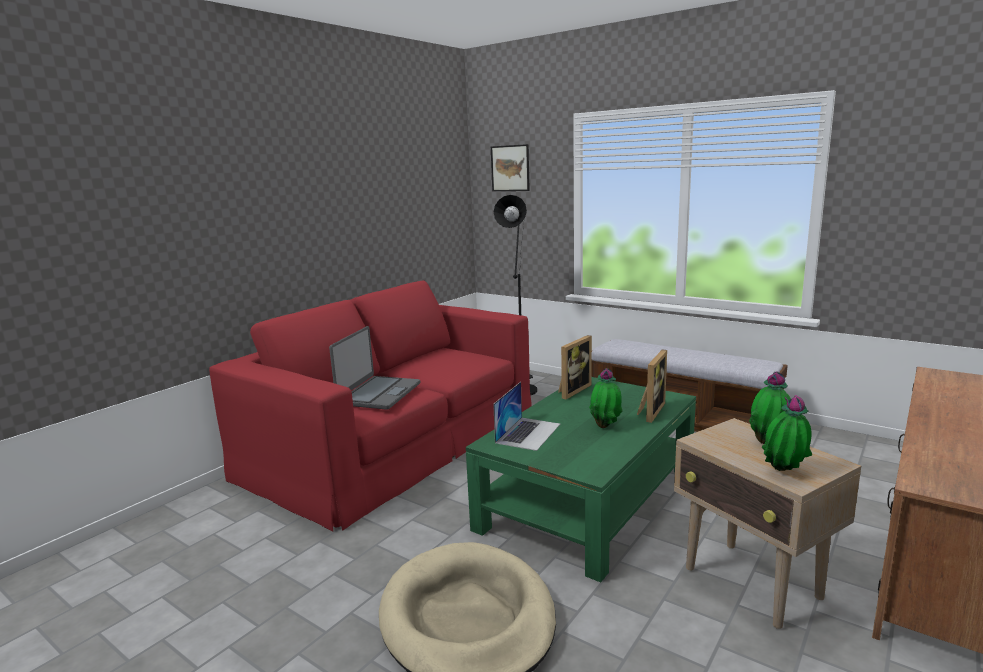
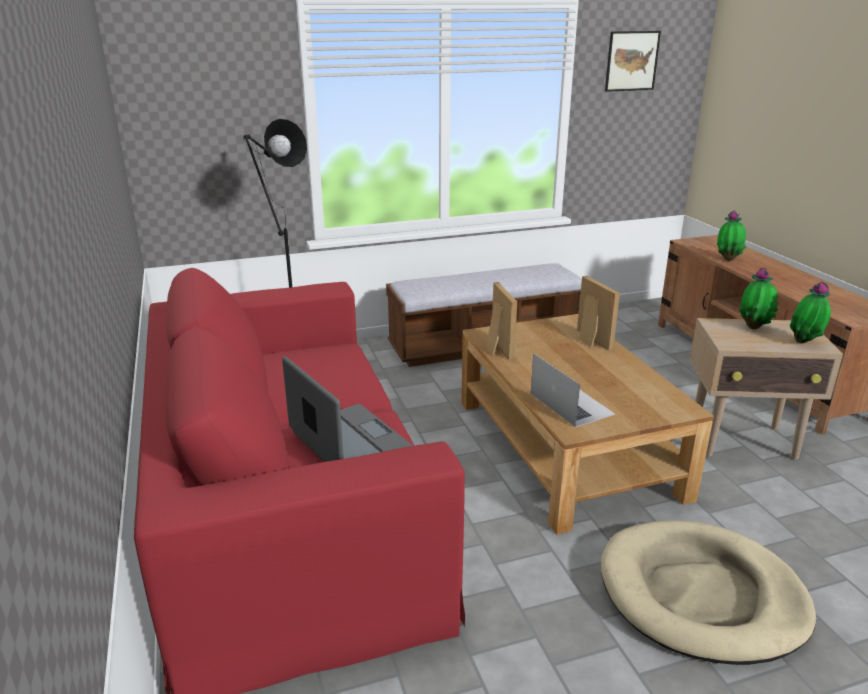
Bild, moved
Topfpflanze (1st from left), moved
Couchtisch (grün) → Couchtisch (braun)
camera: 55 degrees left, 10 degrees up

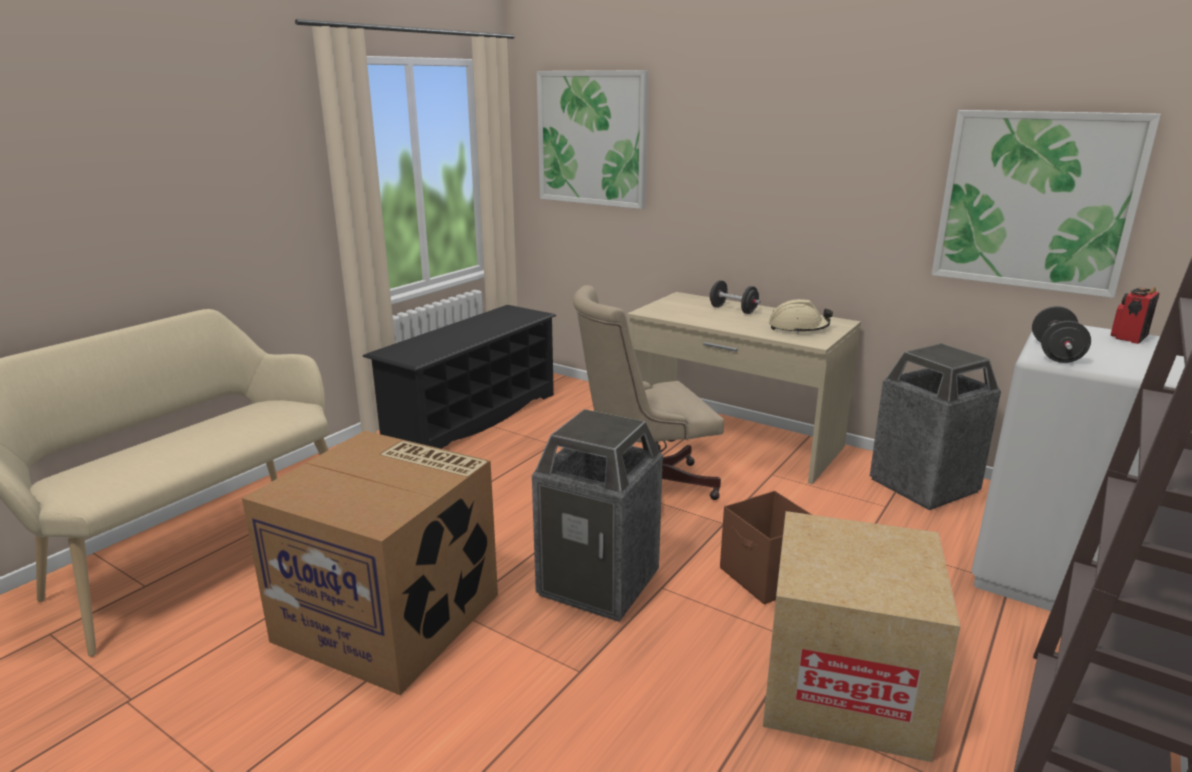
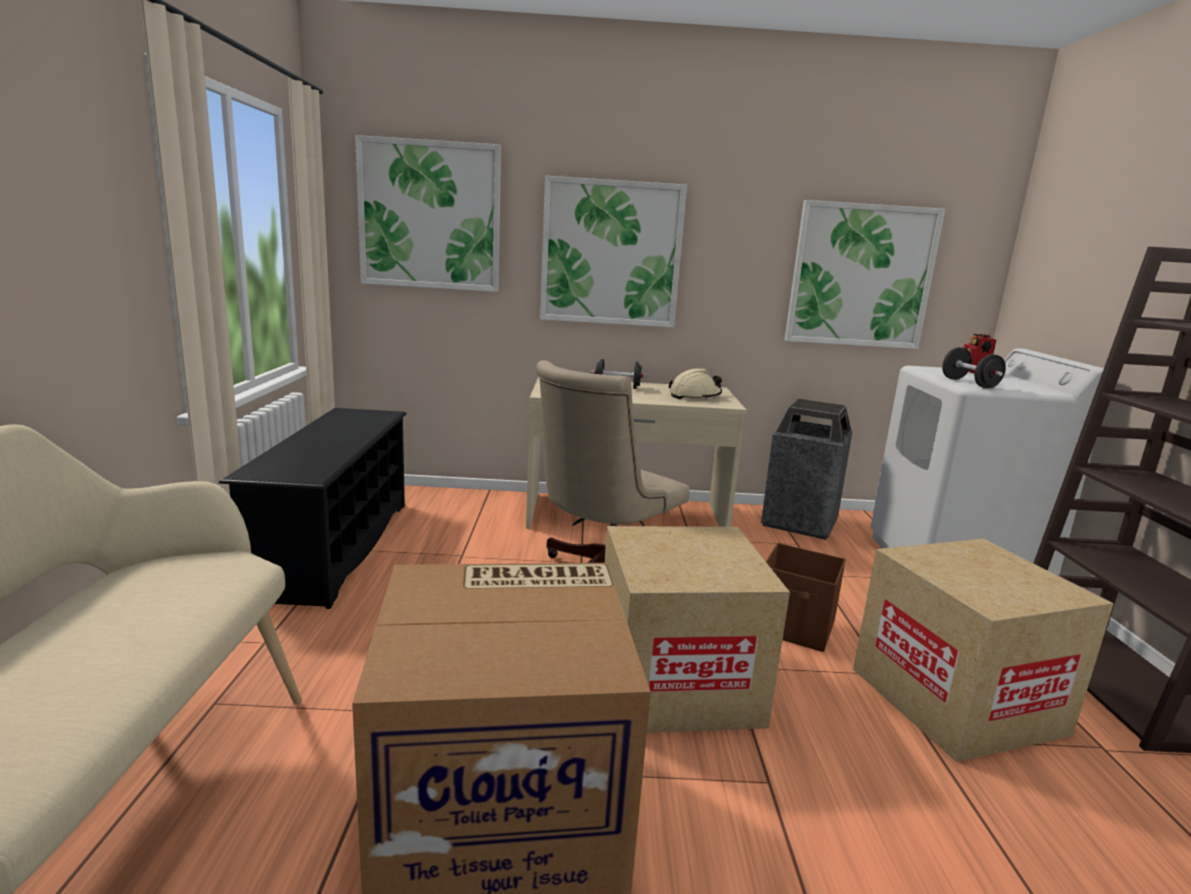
Mülleimer (1st from left) → Karton (2nd from left)
- → Bild (2nd from left)
camera: 35 degrees left, 5 degrees down

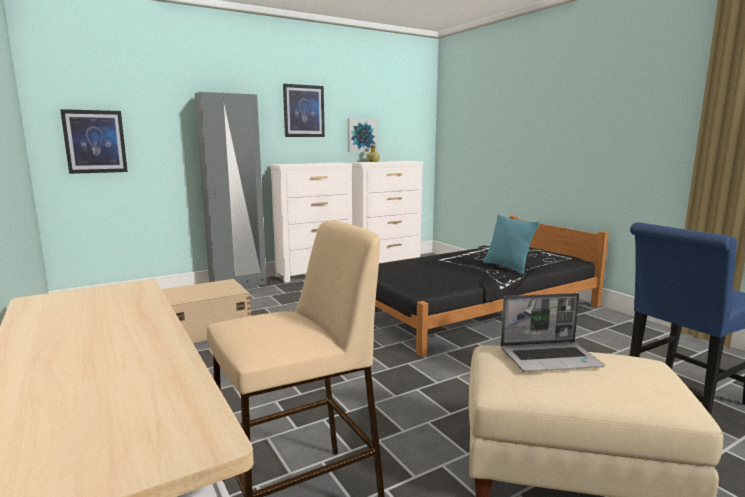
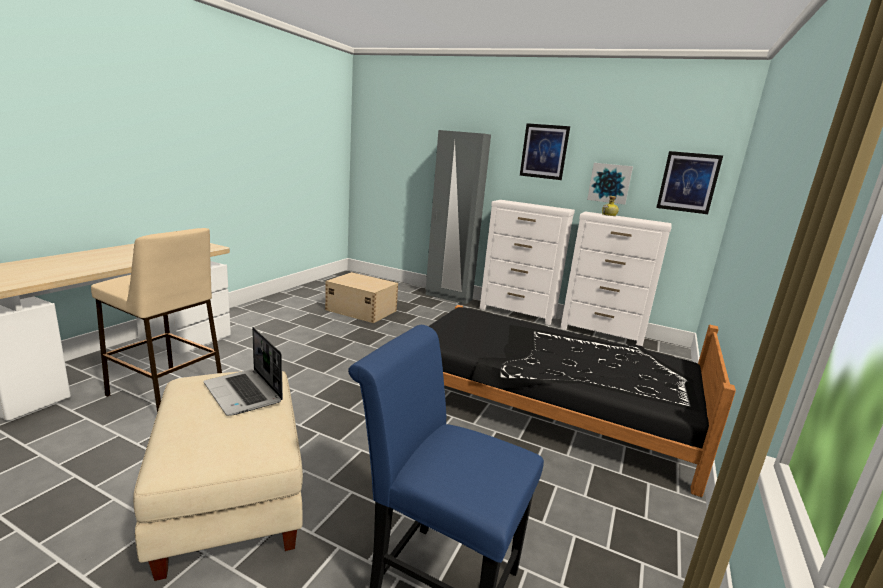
Bild (1st from left in the first image) → Bild (3rd from left), moved
Kissen (türkis) → -
camera: 55 degrees right, 5 degrees up

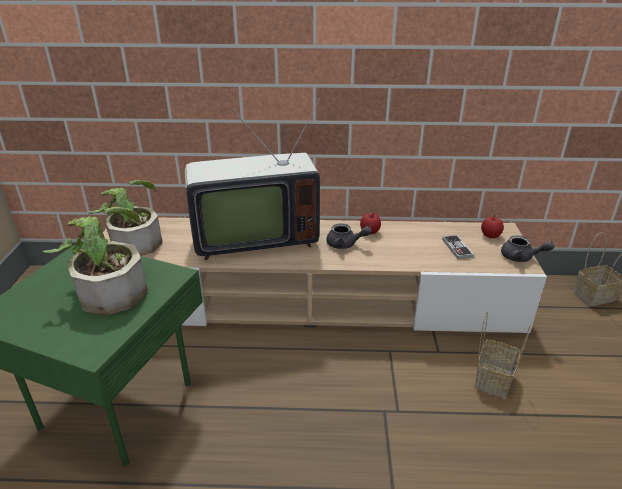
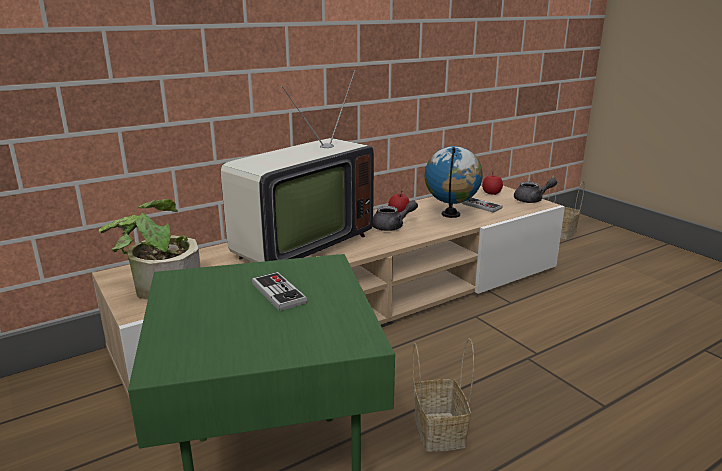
Topfpflanze (1st from left) → Gamepad (1st from left)
Korb (1st from left), moved
- → Globus
camera: 35 degrees left, 10 degrees down

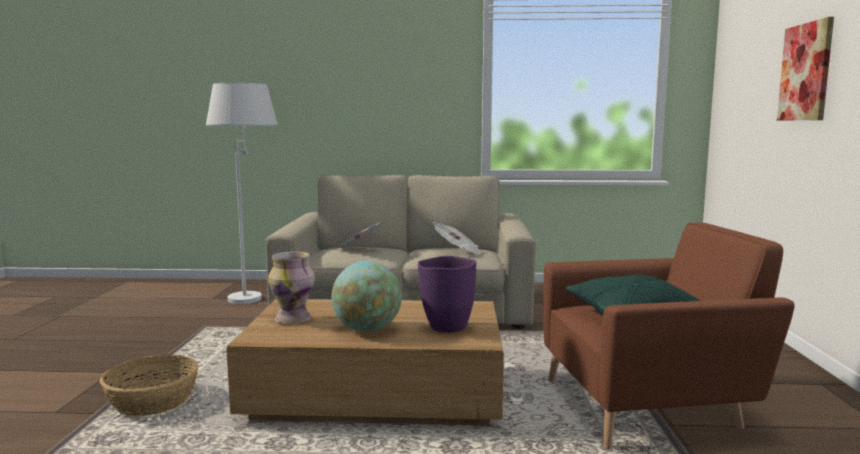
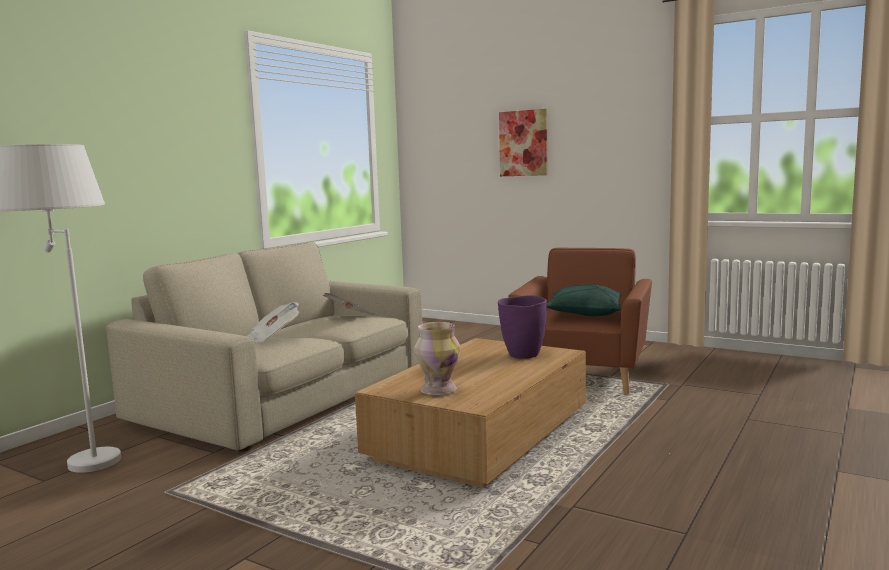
Globus → -
Korb → -
camera: 60 degrees left, 0 degrees up

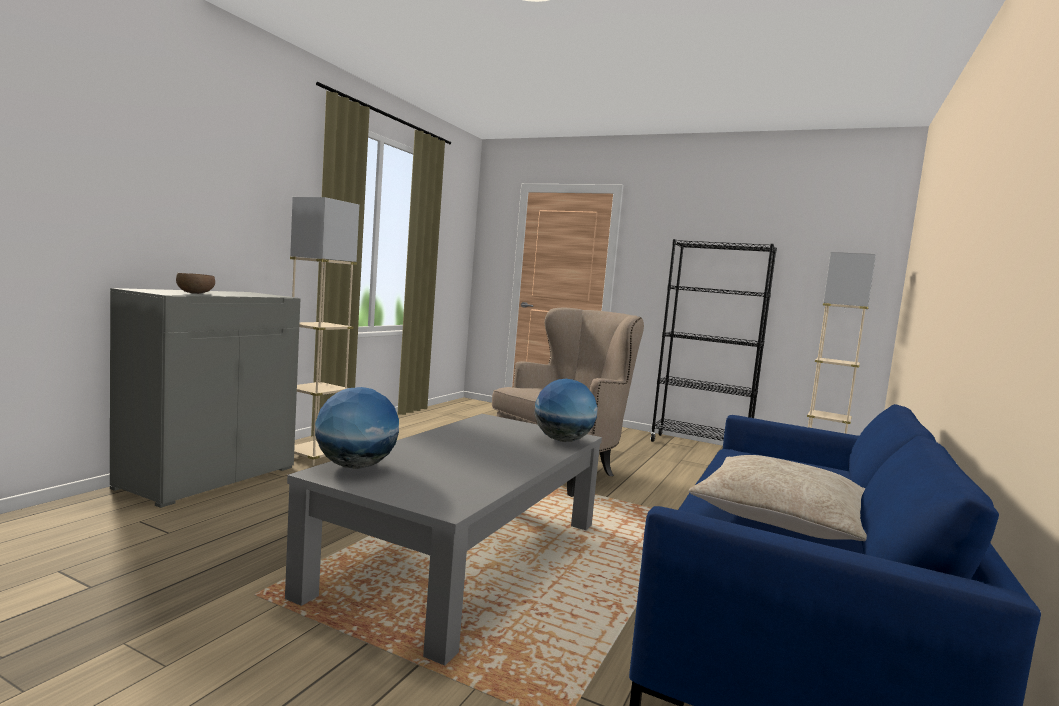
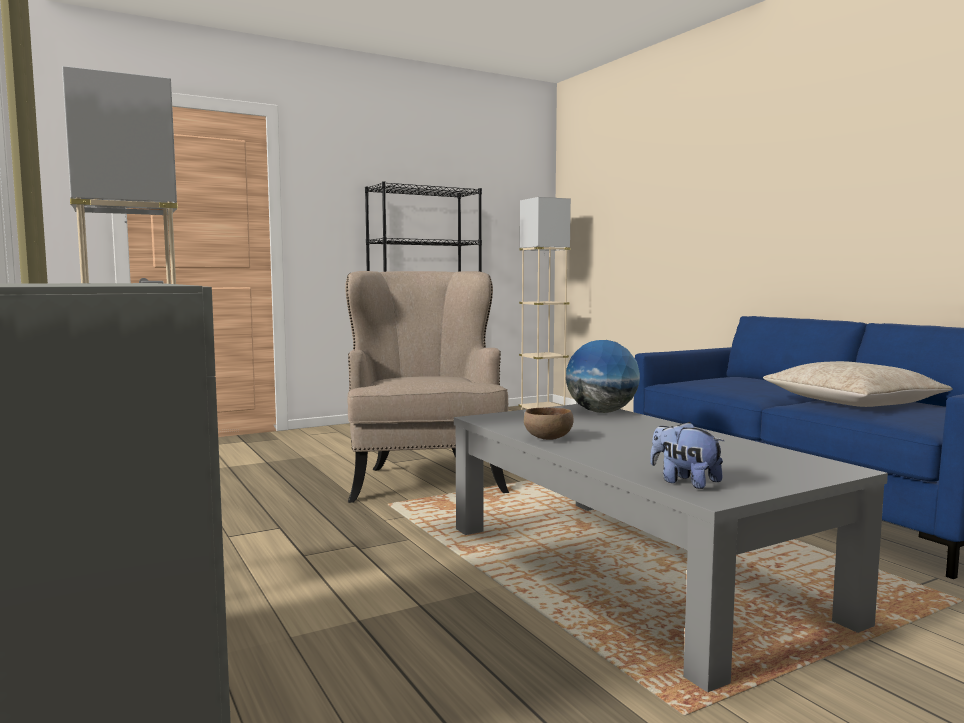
Schüssel (braun), moved
Globus (1st from left) → Plüschtier
camera: 55 degrees left, 0 degrees up

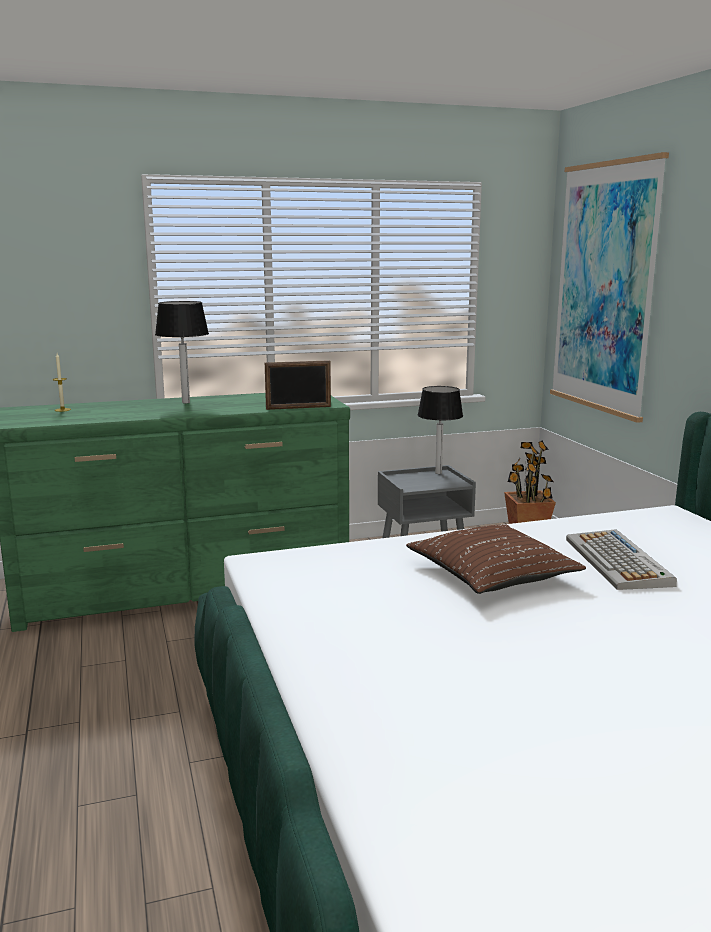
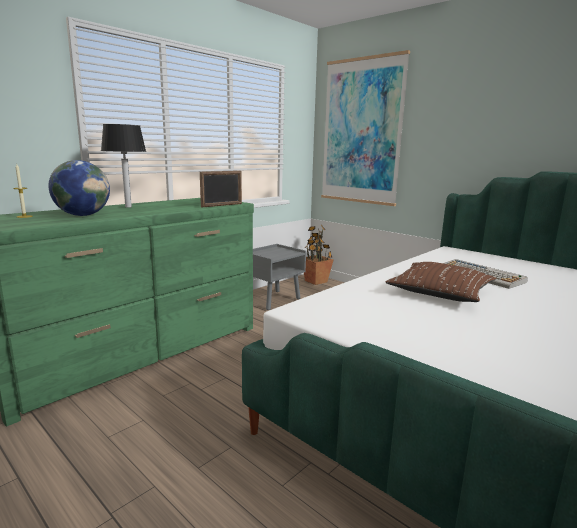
Tischlampe (2nd from left) → -
- → Globus
camera: 30 degrees left, 0 degrees up

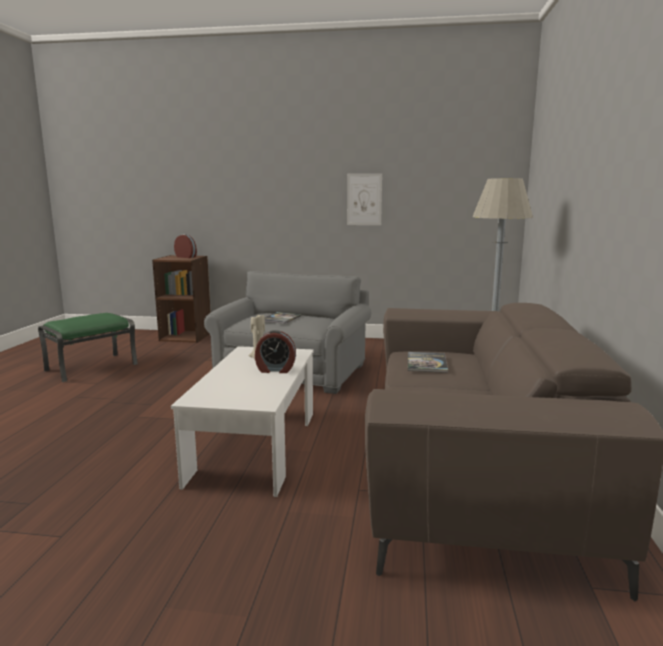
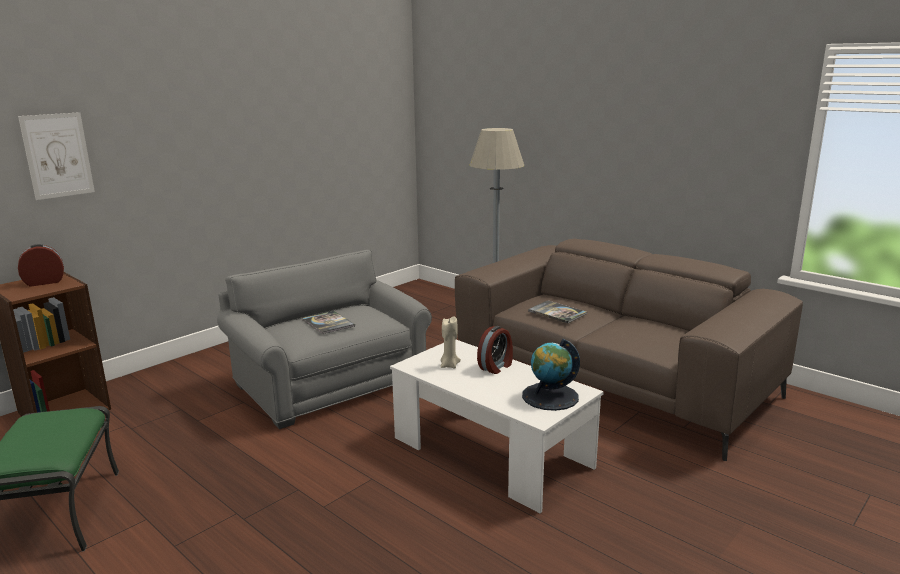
Bild, moved
- → Globus
camera: 55 degrees left, 5 degrees up

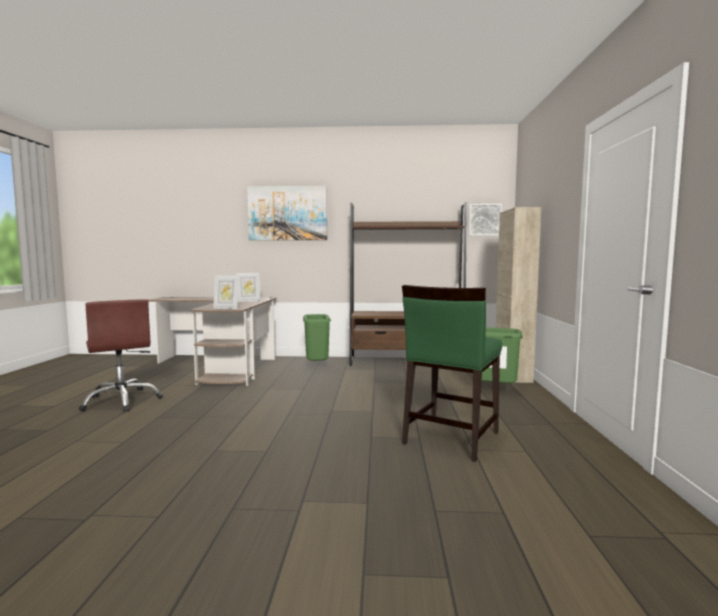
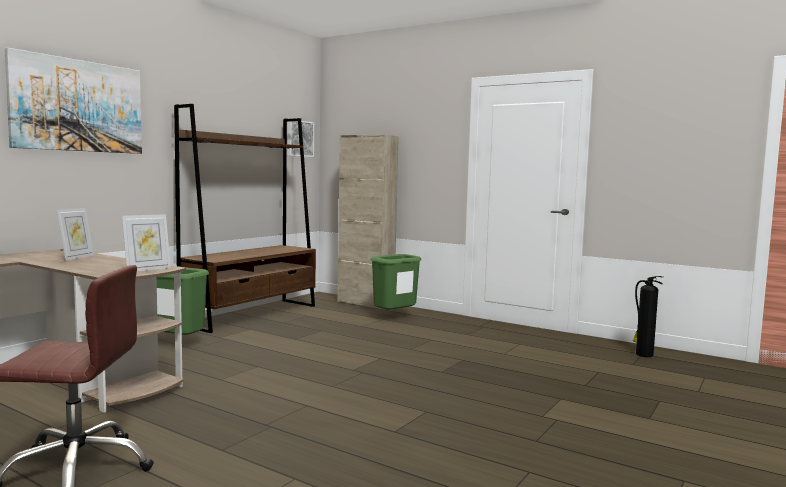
Stuhl (grün) → -
- → Feuerlöscher
camera: 60 degrees left, 0 degrees up

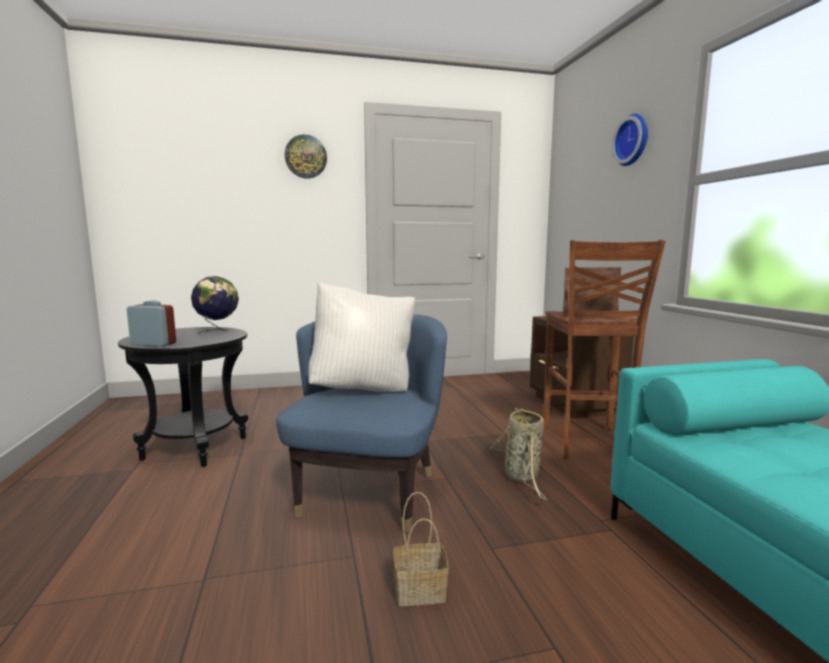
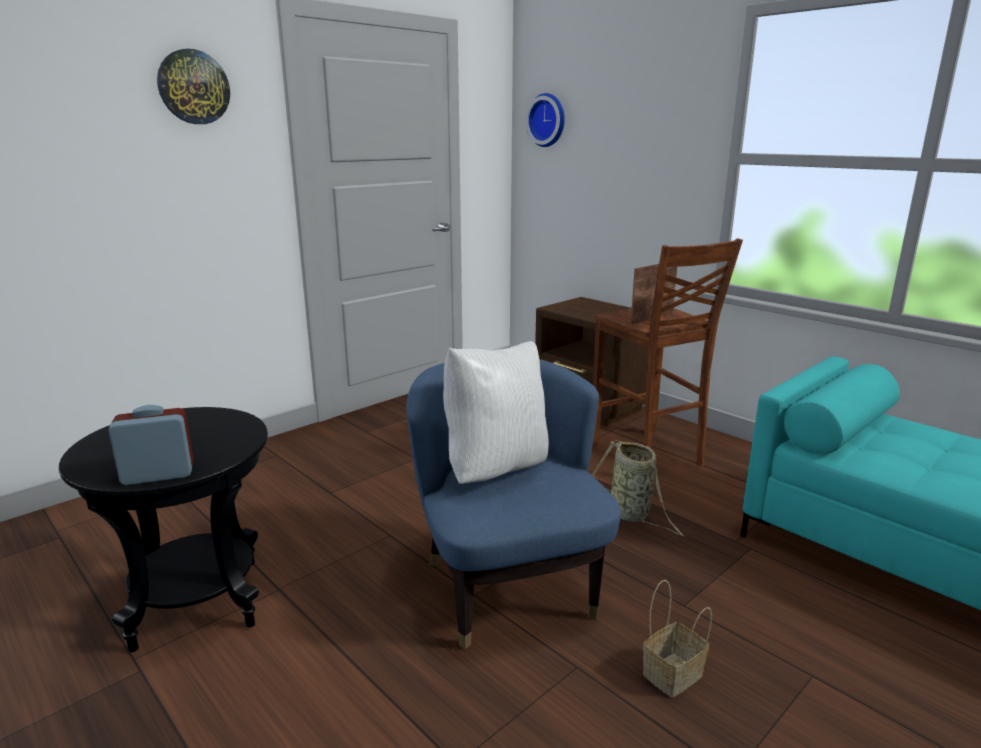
Wanduhr (2nd from left), moved
Globus → -
camera: 30 degrees left, 10 degrees up

